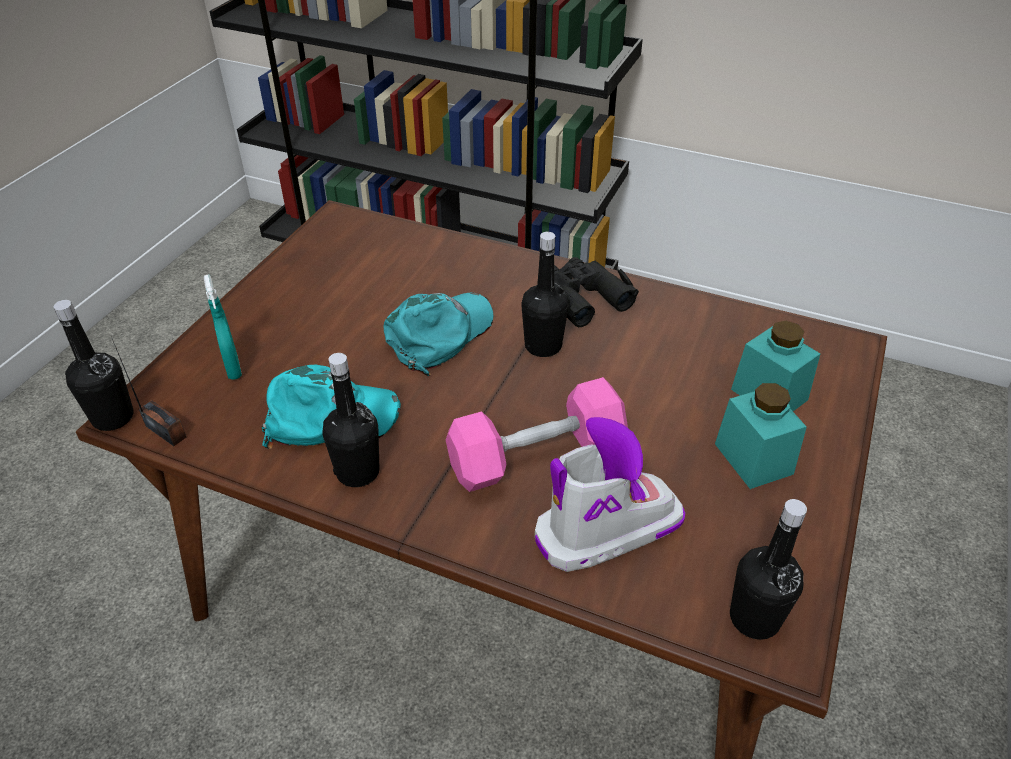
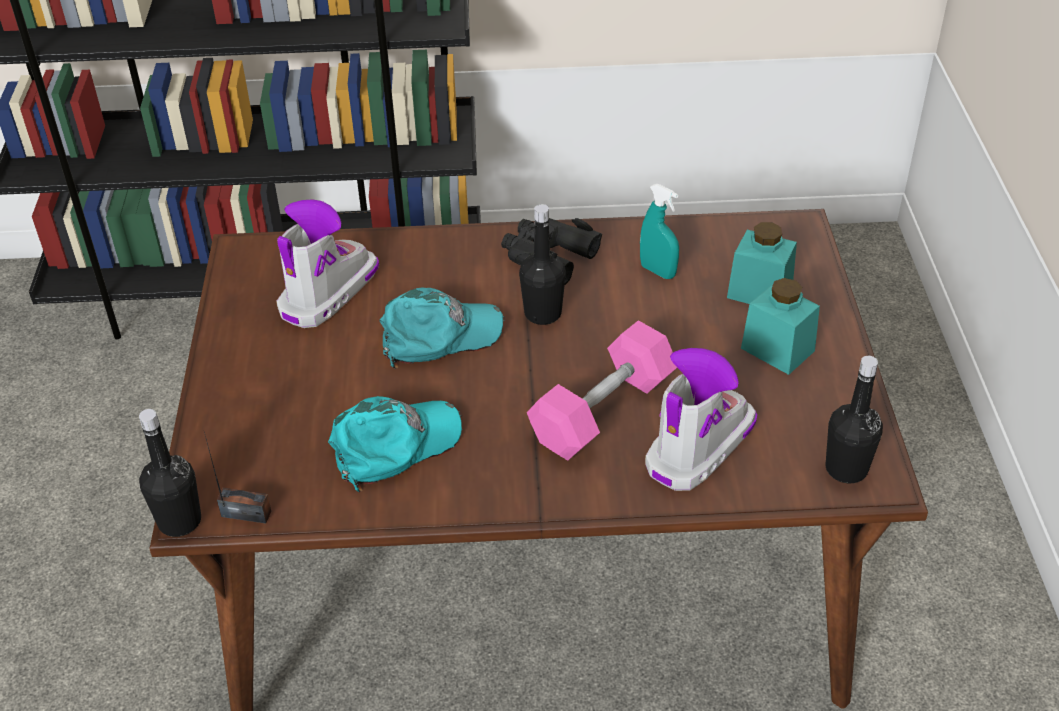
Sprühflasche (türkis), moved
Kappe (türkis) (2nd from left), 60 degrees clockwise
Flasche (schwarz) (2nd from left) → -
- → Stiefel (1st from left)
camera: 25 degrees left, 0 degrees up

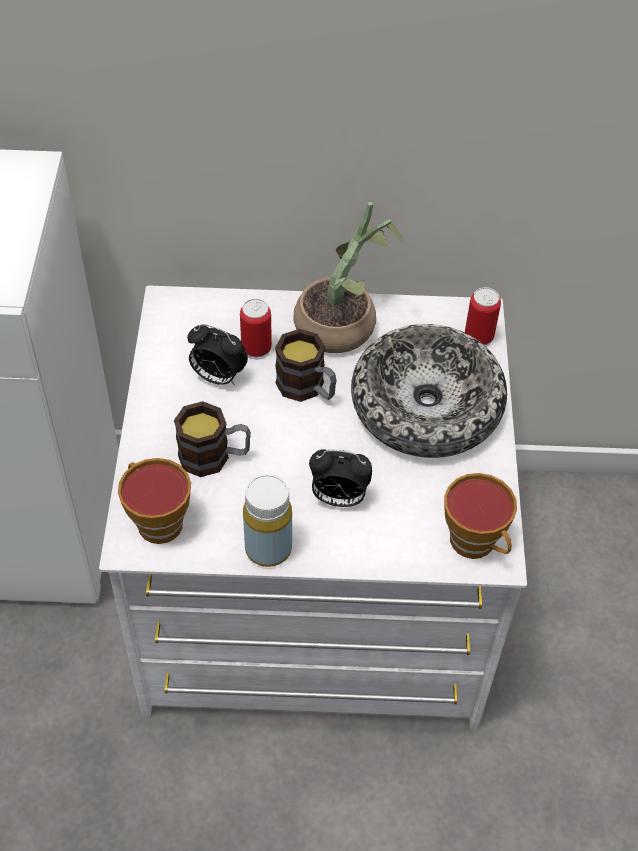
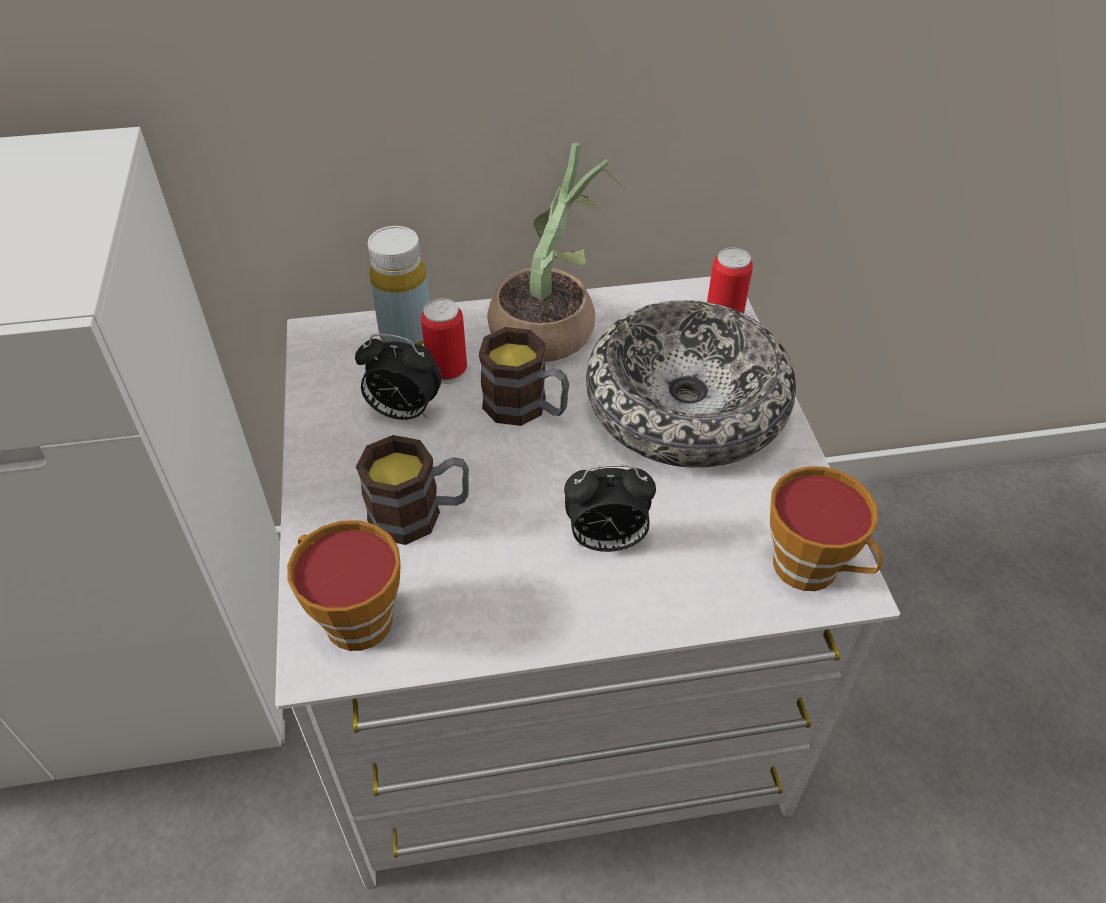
Flasche (gelb), moved
camera: 10 degrees left, 5 degrees down

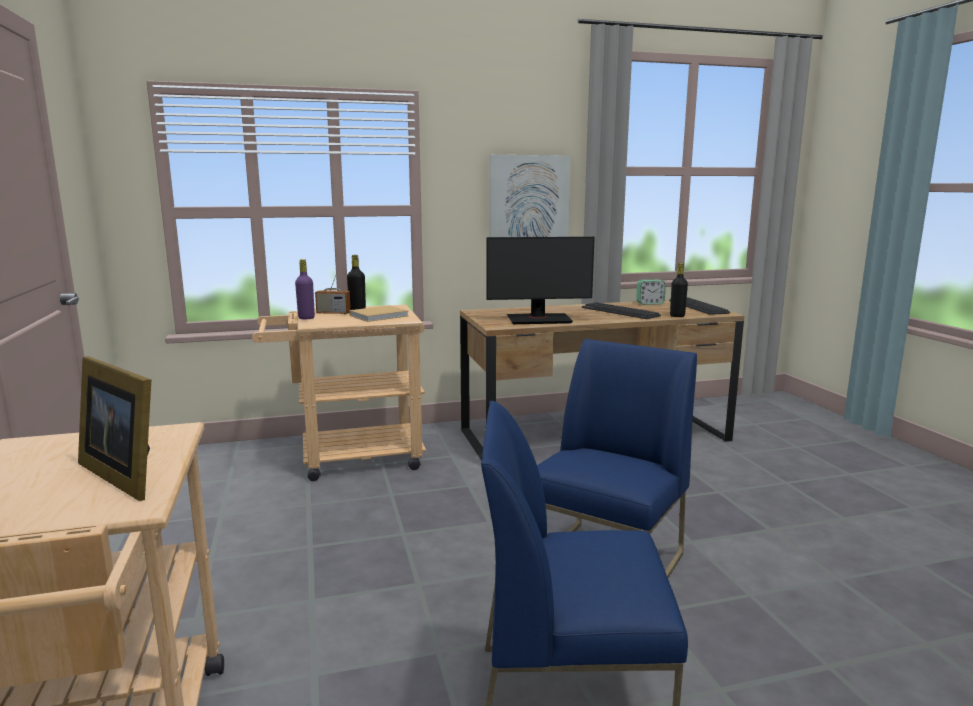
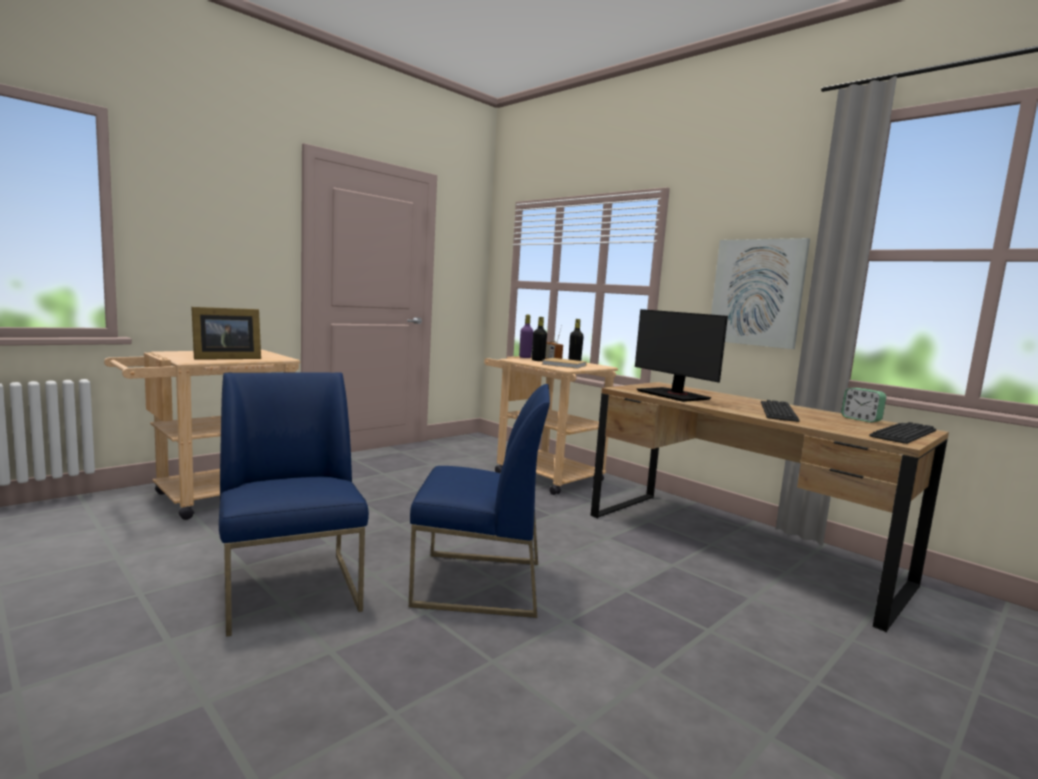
Flasche (schwarz) (2nd from left in the first image) → Flasche (schwarz) (1st from left), moved
Bilderrahmen, 135 degrees counterclockwise
camera: 60 degrees right, 5 degrees down

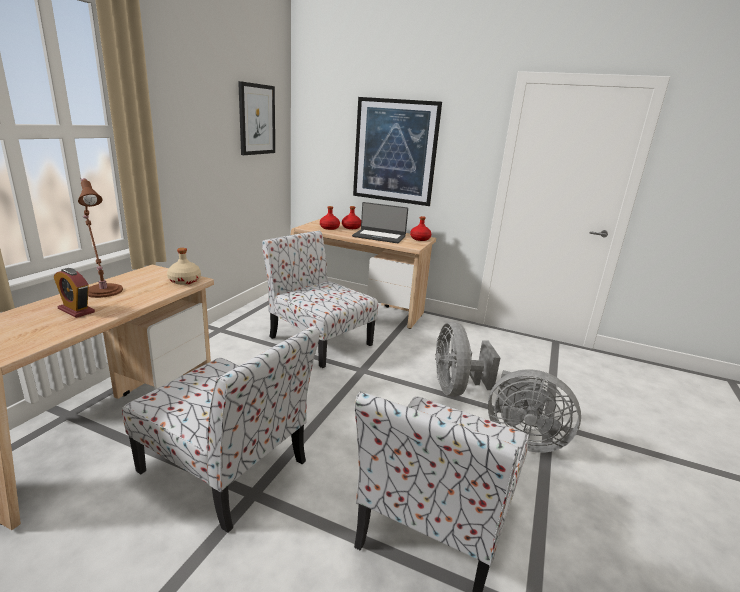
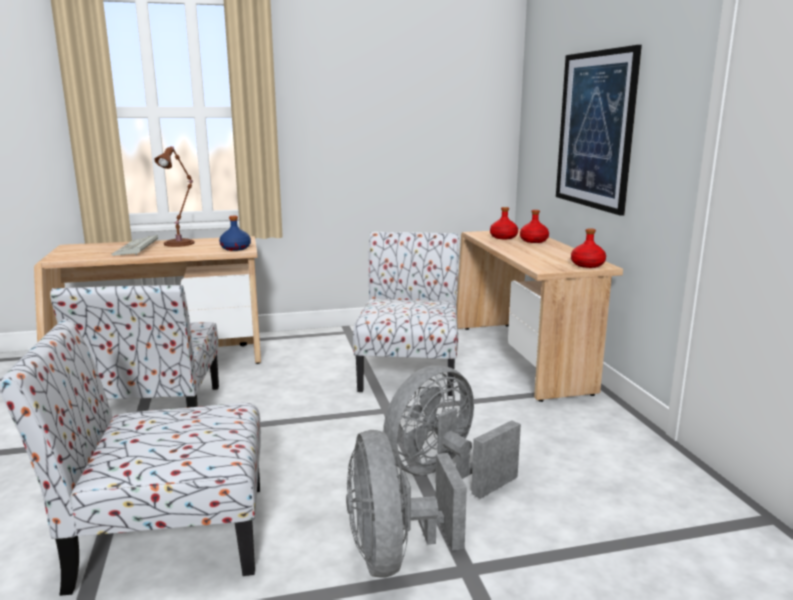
Bild (1st from left) → -
Laptop → -
Flasche (beige) → Flasche (blau)
Wecker → Tastatur
camera: 55 degrees right, 5 degrees down

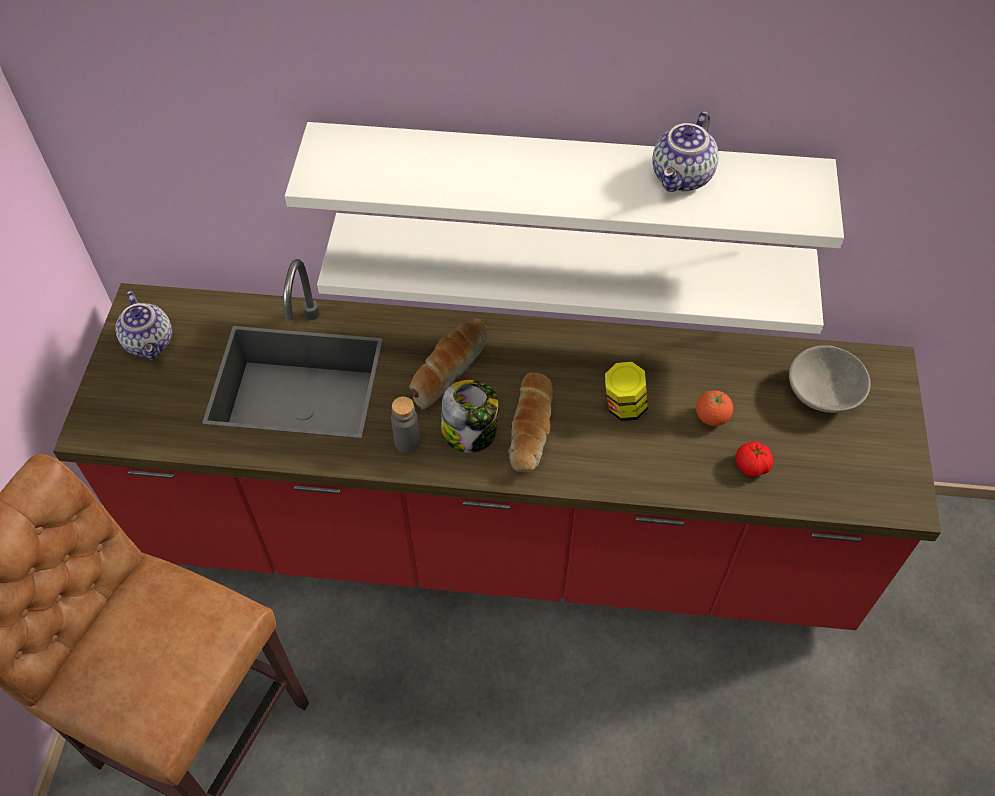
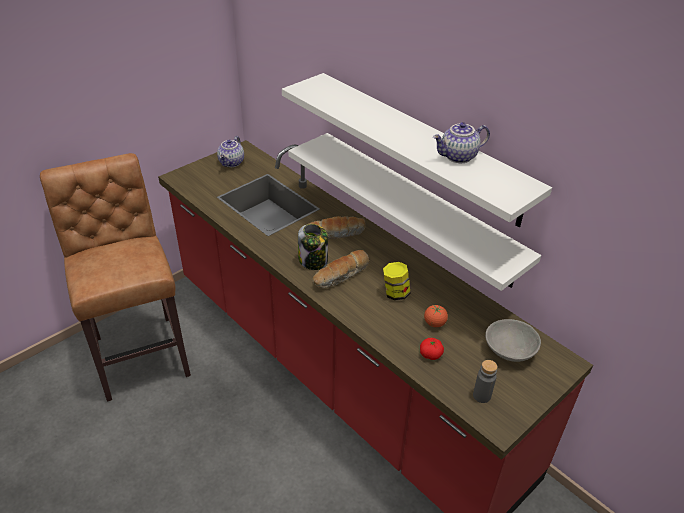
Flasche (grau), moved
camera: 40 degrees right, 15 degrees down

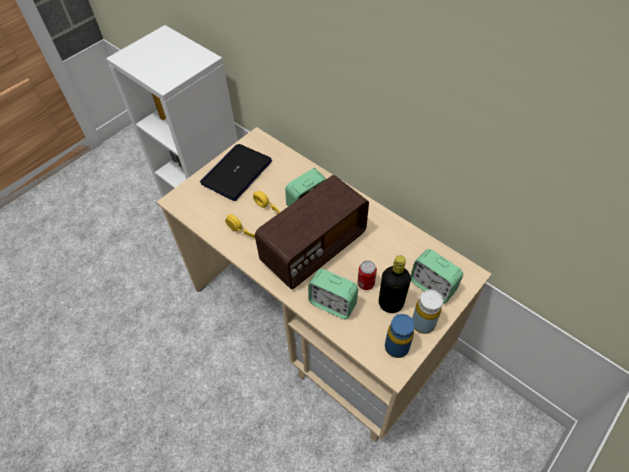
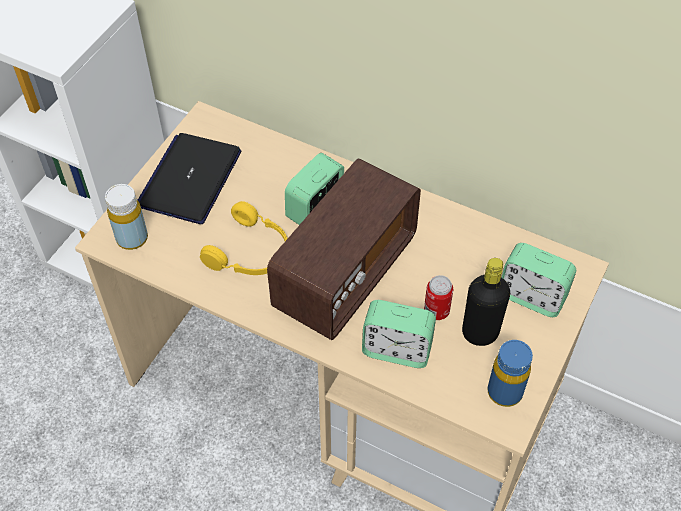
Flasche (gelb), moved
camera: 15 degrees left, 0 degrees up

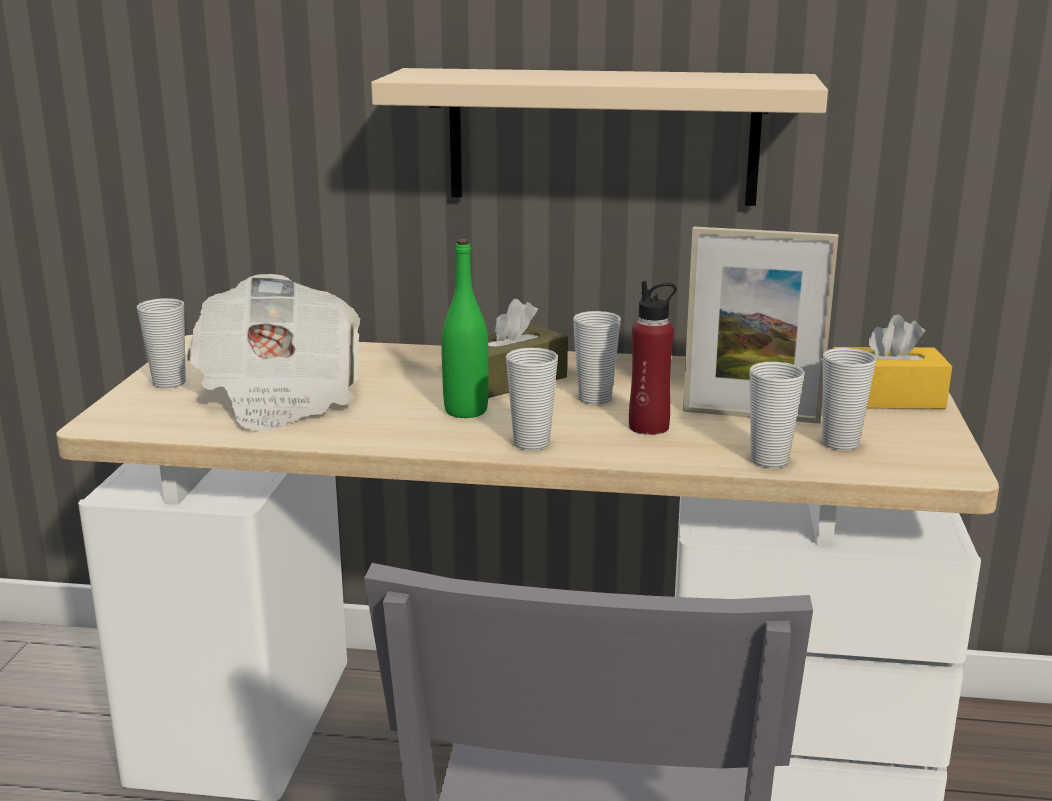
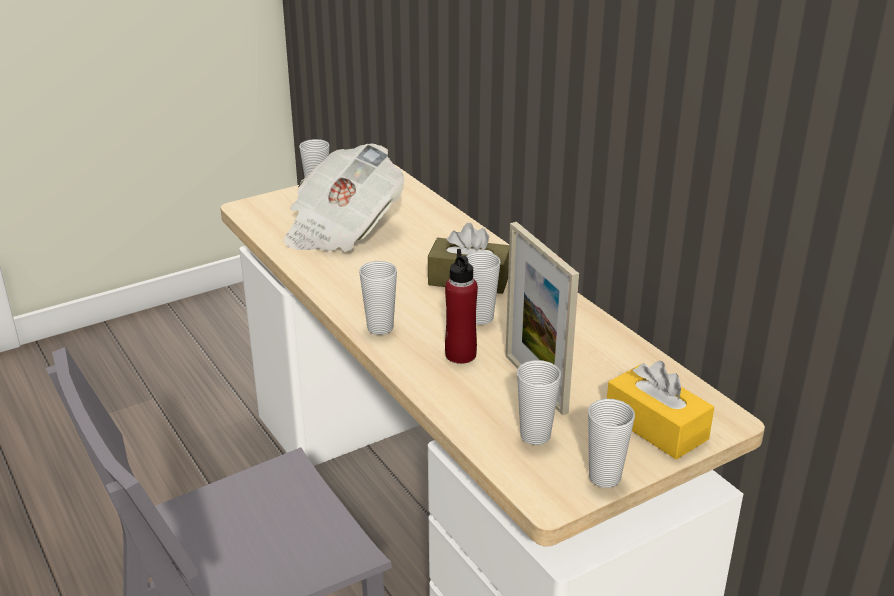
Wandregal (beige) → -
Flasche (grün) → -
Tasse (4th from left in the first image) → Tasse (5th from left), moved
camera: 50 degrees right, 10 degrees up

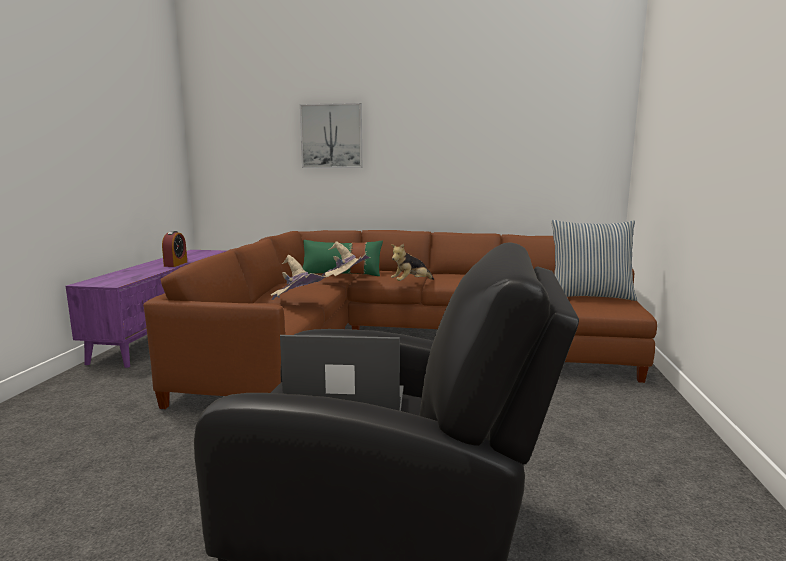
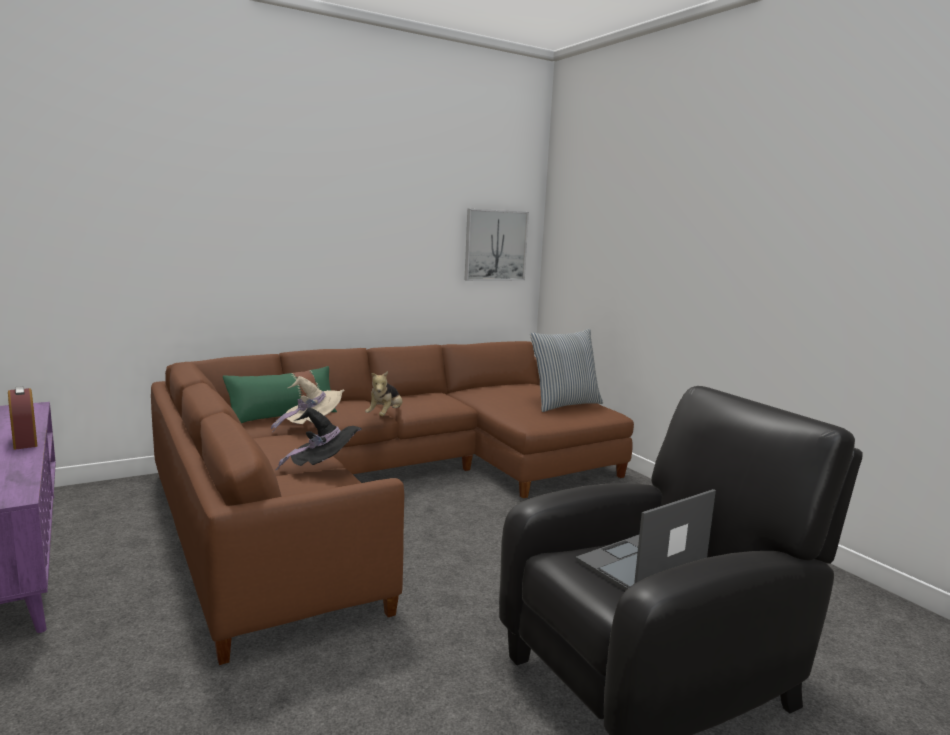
Bild, moved
Hut (beige) (1st from left) → Hut (schwarz)
camera: 40 degrees left, 0 degrees up

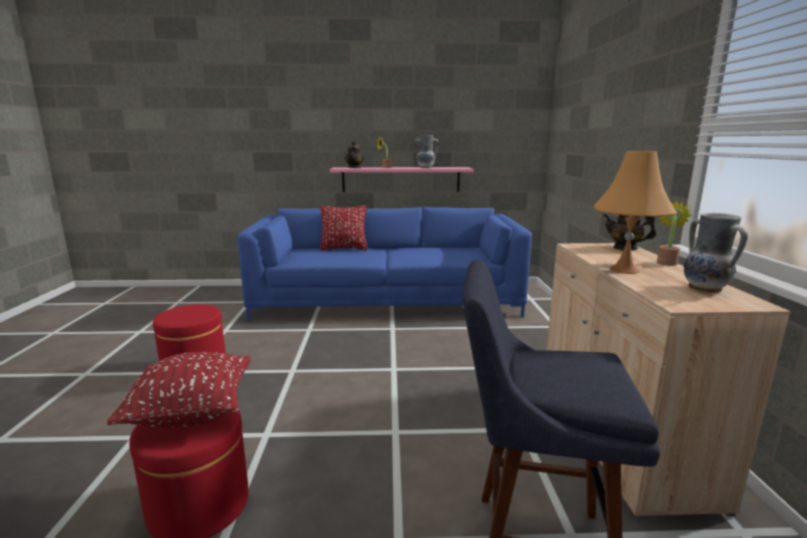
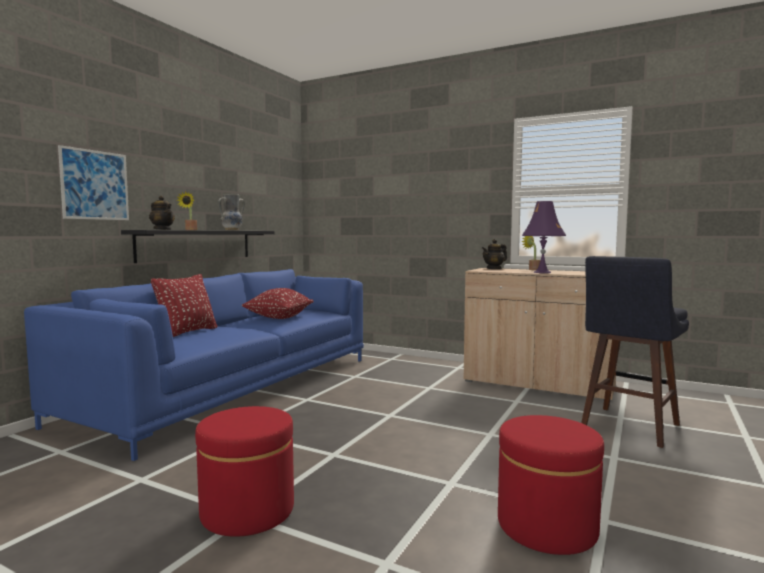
Tischlampe (orange) → Tischlampe (lila)
Wandregal (rosa) → Wandregal (schwarz)
Vase (2nd from left) → -
Kissen (rot) (1st from left in the first image) → Kissen (rot) (2nd from left), moved
- → Bild
camera: 60 degrees left, 10 degrees down

